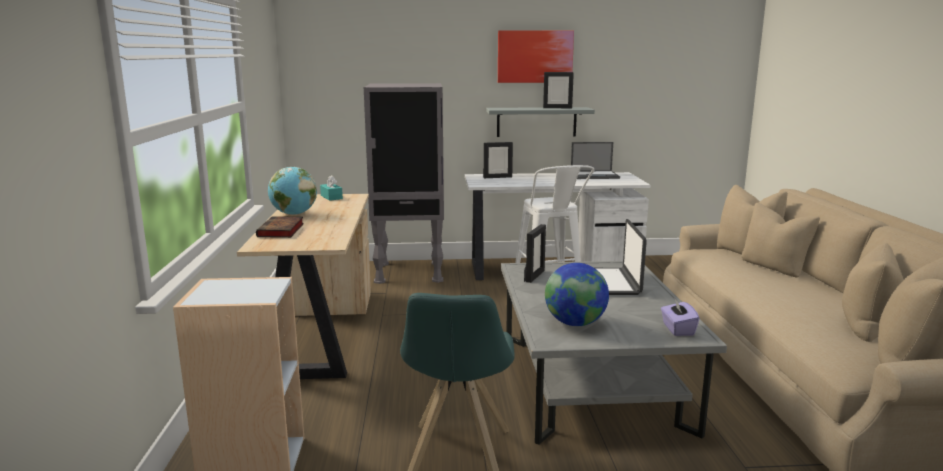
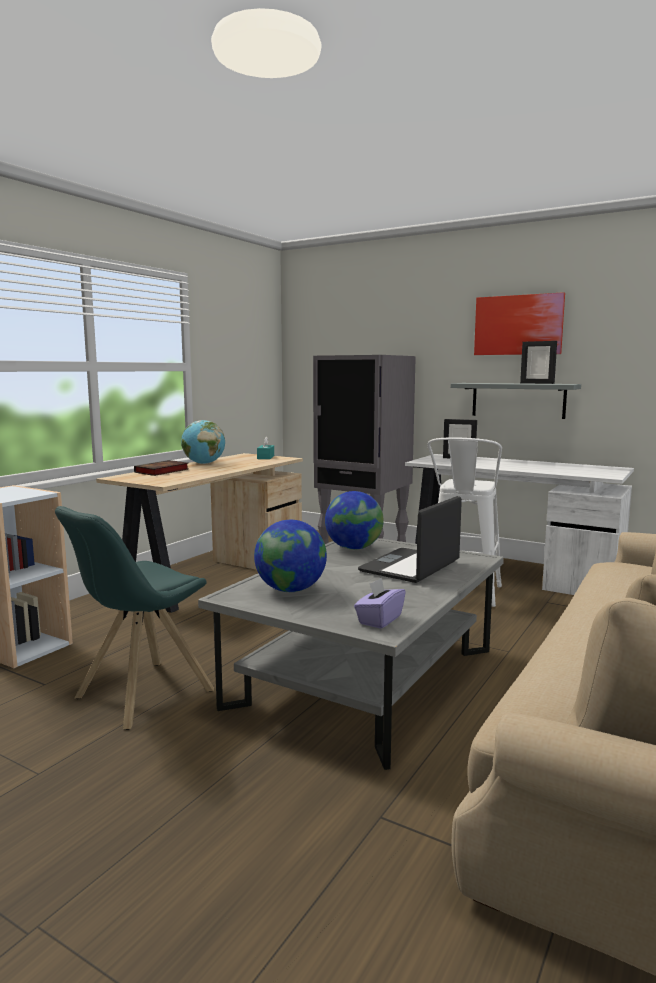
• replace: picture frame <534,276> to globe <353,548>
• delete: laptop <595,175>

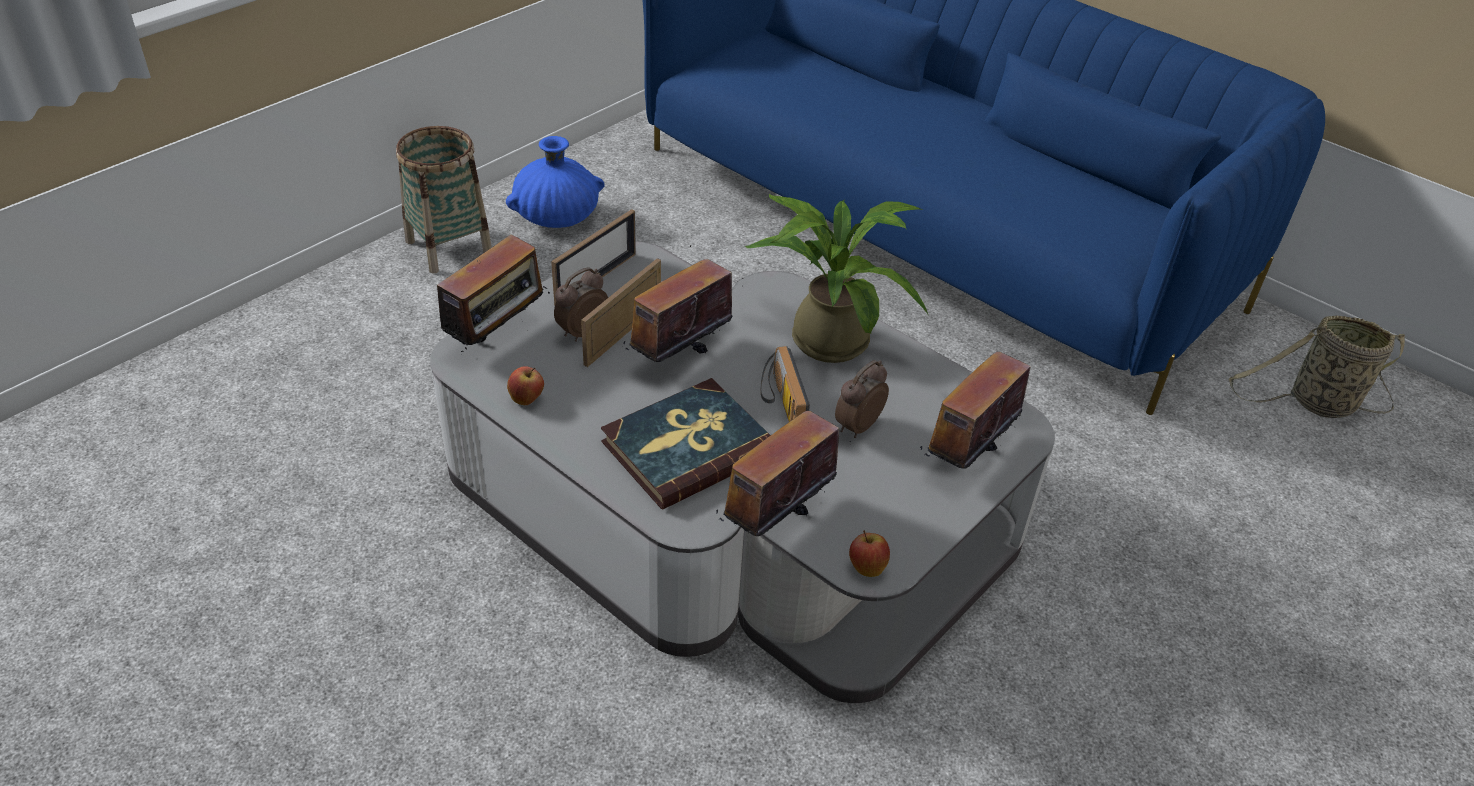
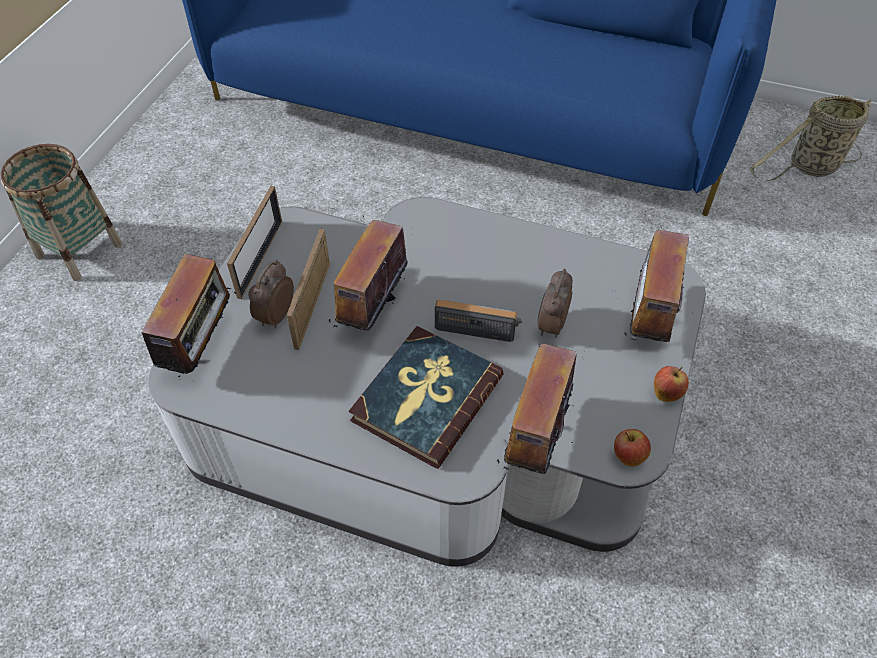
• rotate: radio <779,403> = <478,326> 135 degrees clockwise
• move: apple <527,399> to <666,393>
• delete: blue vase <557,217>
• delete: potted plant <825,335>

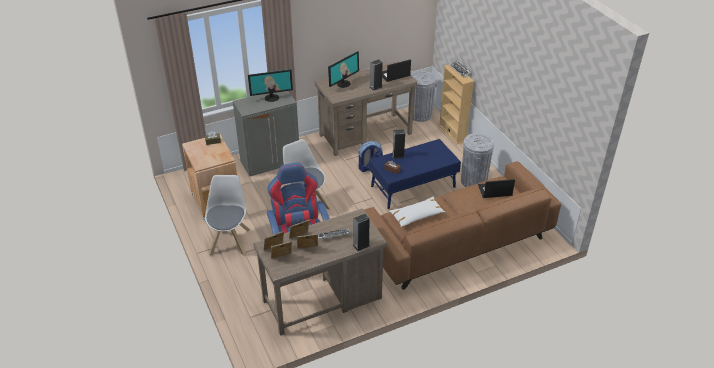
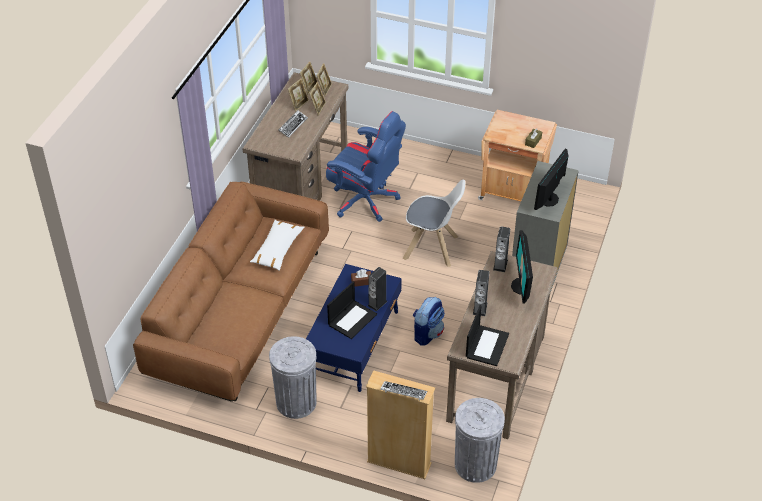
• move: laptop <494,191> to <352,319>
• move: speaker <361,245> to <500,265>
• delete: chair <230,240>

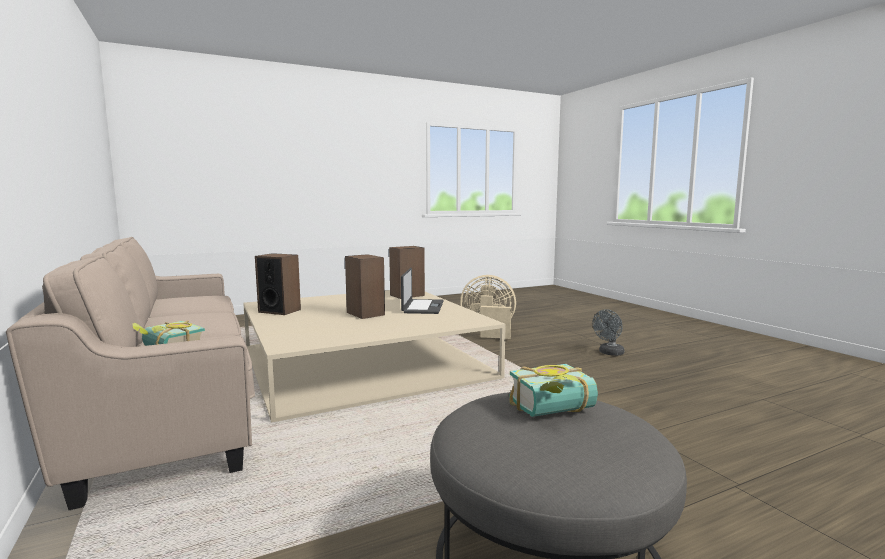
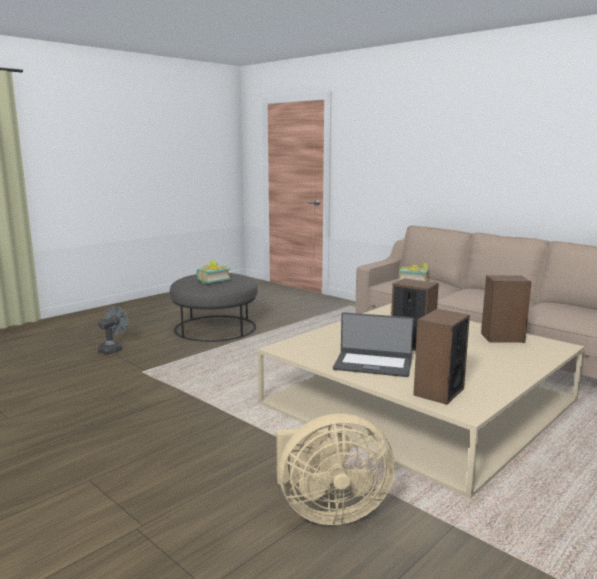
• move: grey fan <609,353> to <113,349>
• rotate: laptop <422,307> = <373,364> 60 degrees counterclockwise

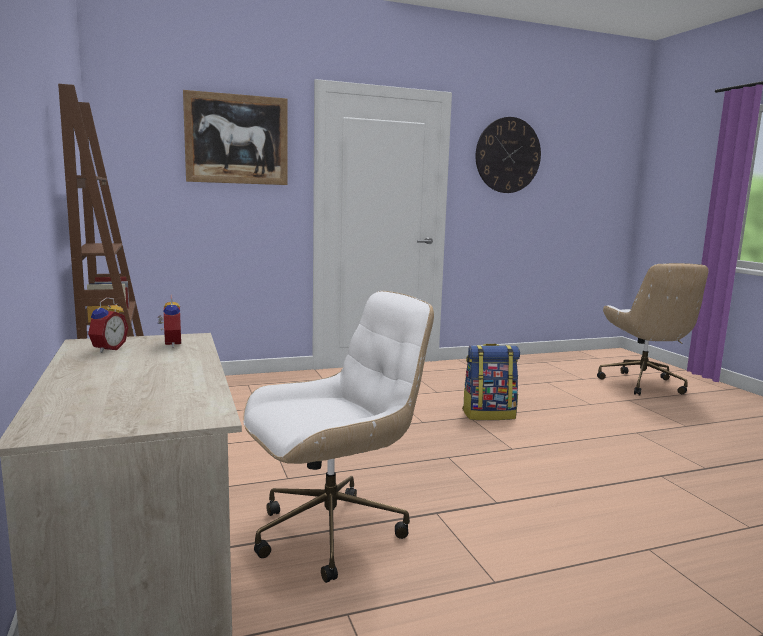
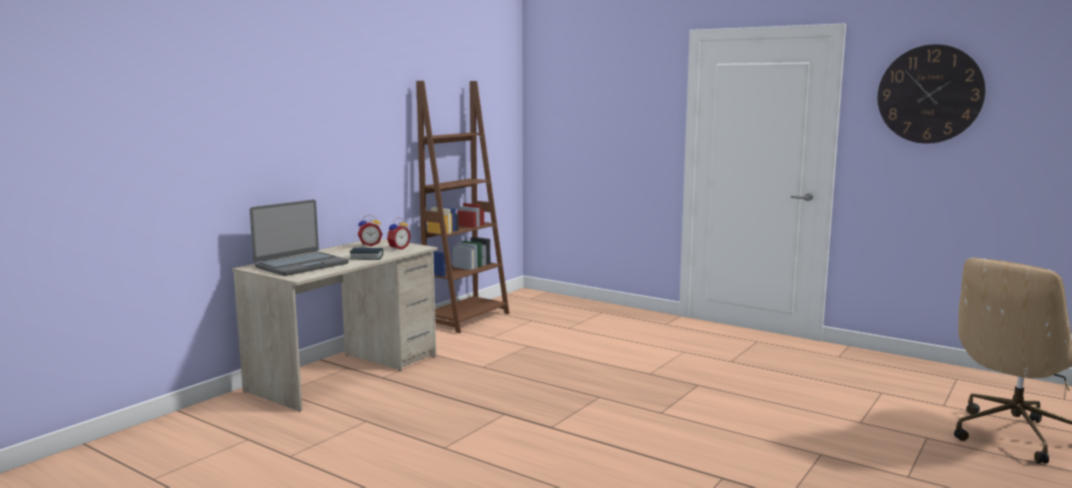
• insert: laptop <301,265>
• insert: book <366,257>
• delete: picture <237,139>
• delete: white office chair <334,532>
• delete: backpack <489,414>

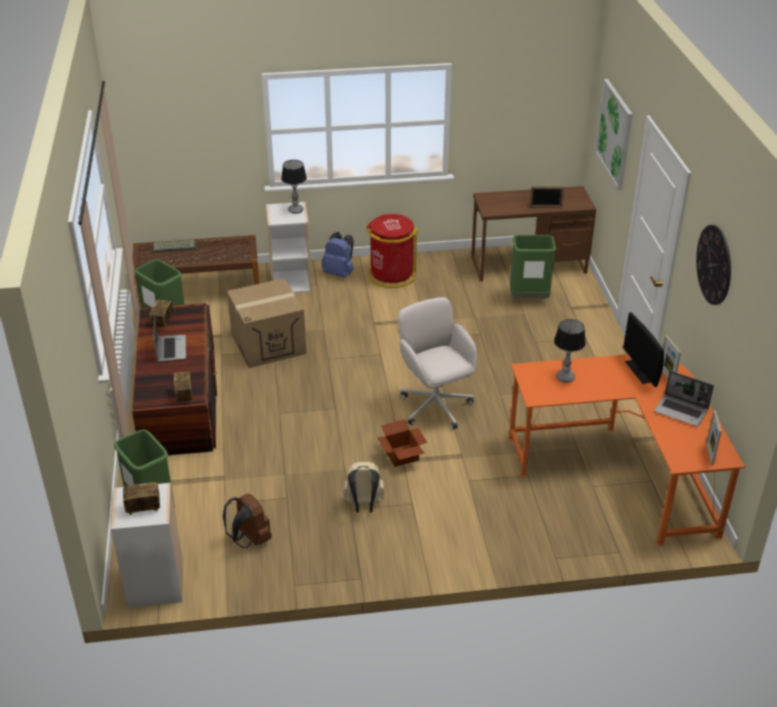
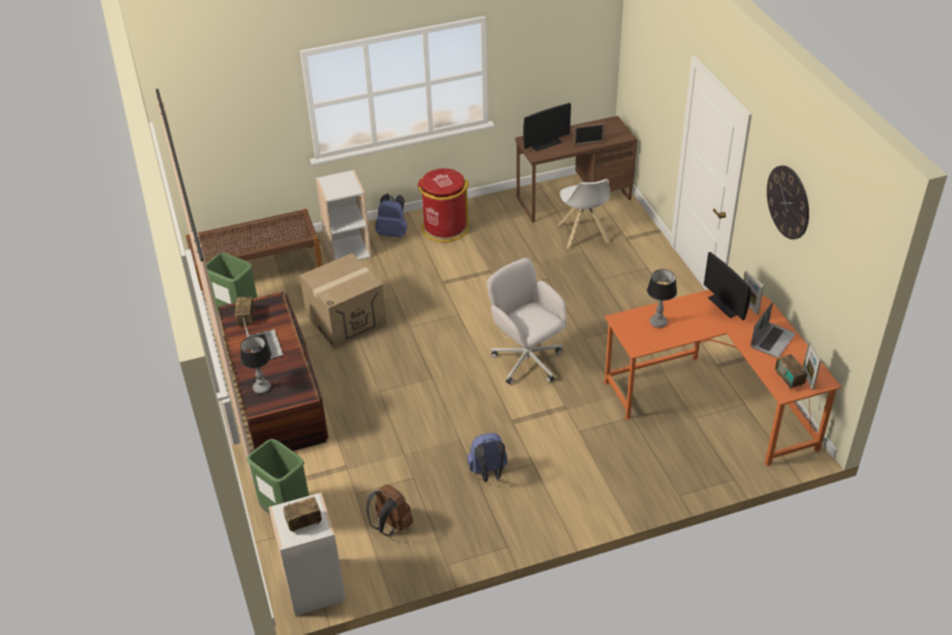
• move: table lamp <296,210> to <262,388>
• recolor: beige backpack <364,505> to blue backpack <488,473>
• insert: monitor <545,143>
• replace: green trash can <528,299> to white chair <583,235>
• rotate: laptop <681,411> = <772,340> 75 degrees counterclockwise
• move: radio <184,395> to <789,379>
• delete: keyboard <175,246>
• delete: cardboard box <401,456>
• delete: picture <614,134>

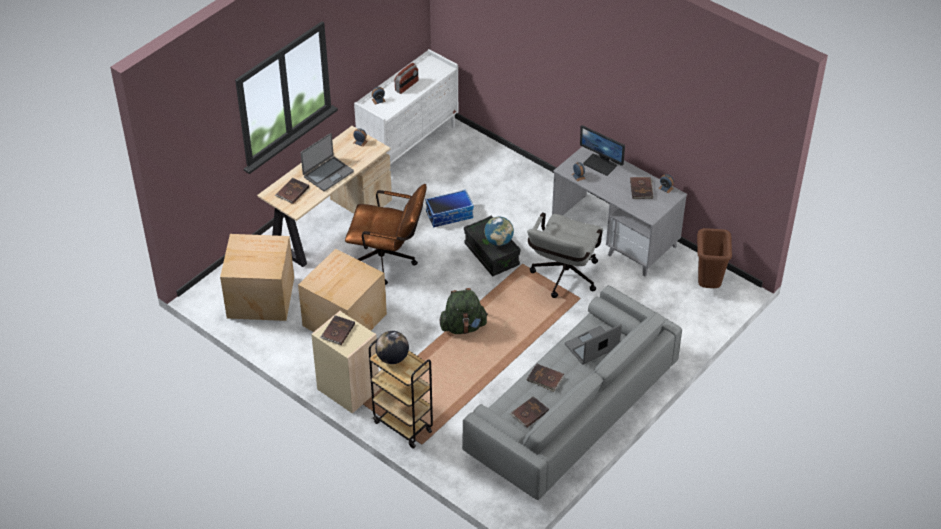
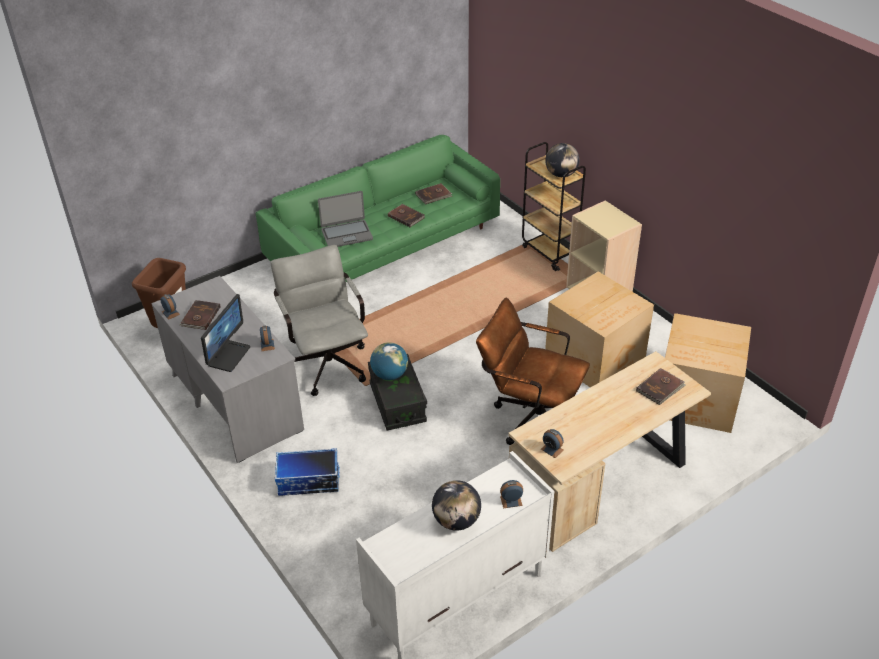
• rotate: monitor <600,164> = <228,355> 60 degrees clockwise
• recolor: grey sofa <571,411> to green sofa <383,244>
• rotate: grey office chair <563,279> = <326,361> 60 degrees counterclockwise
• move: storage box <449,215> to <308,482>
• replace: radio <407,86> to globe <456,521>
• delete: laptop <328,174>
• delete: brown book <337,331>
• delete: green backpack <463,326>

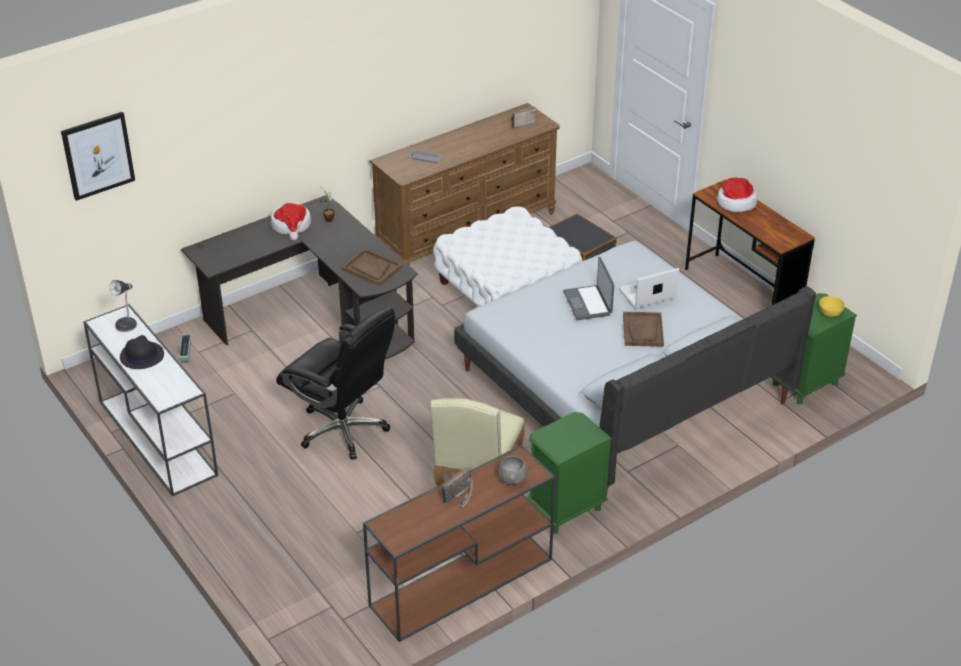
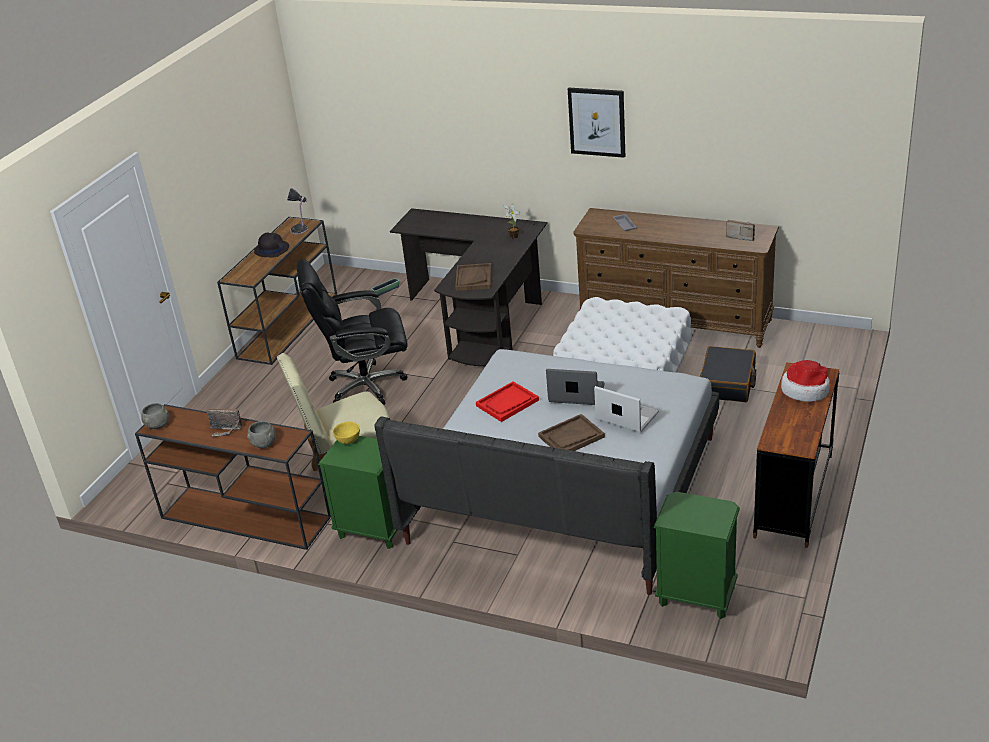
• insert: grey bowl <157,426>
• recolor: white console table <156,437> to brown console table <288,325>
• rotate: black office chair <341,428> = <368,386> 75 degrees clockwise
• move: yellow bowl <830,314> to <348,441>
• insert: red tray <507,403>
• rotate: laptop <588,303> = <576,394> 60 degrees clockwise
• move: picture <98,155> to <597,122>
• delete: hat <291,226>

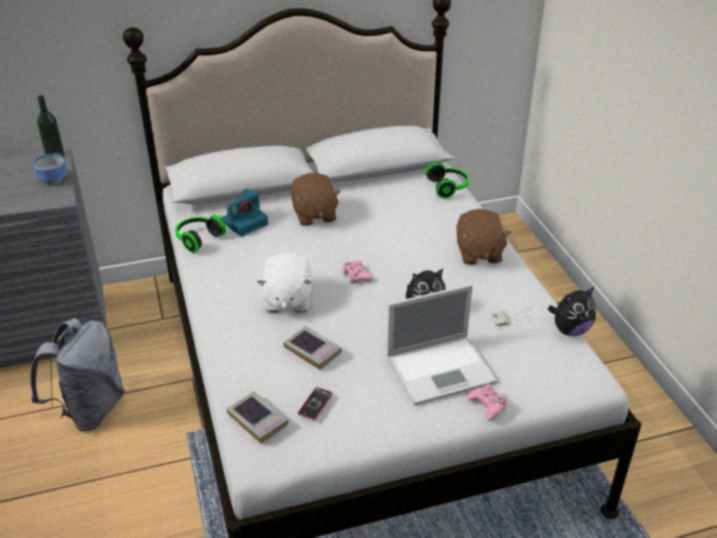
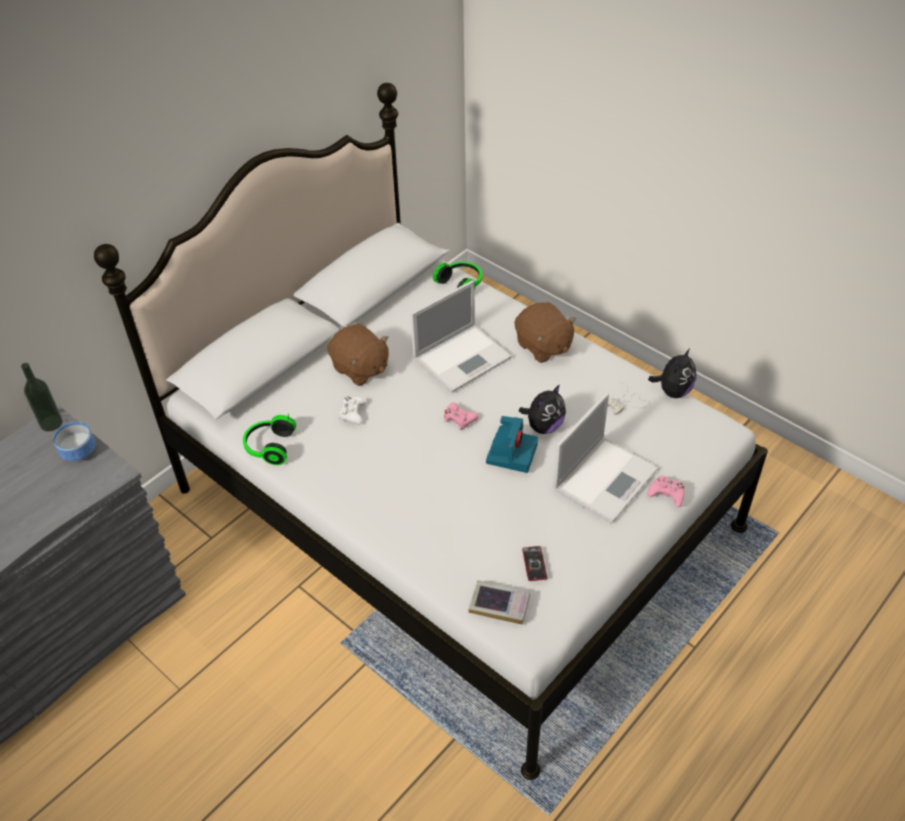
• insert: white game controller <353,413>
• insert: laptop <463,357>
• move: photo camera <245,222> to <511,453>
• delete: grey backpack <90,410>
• delete: white plush toy <287,300>
• delete: book <312,350>

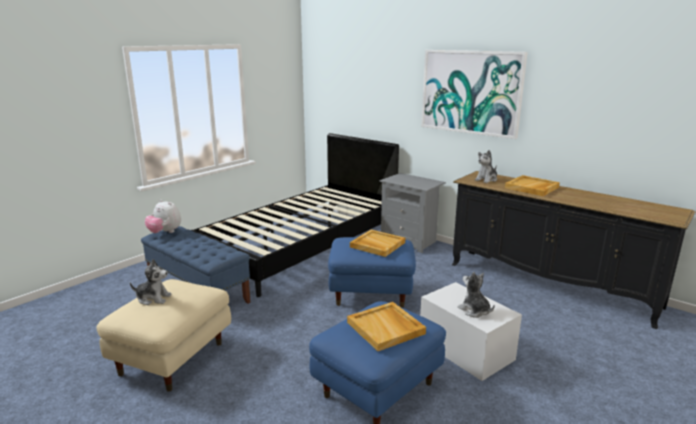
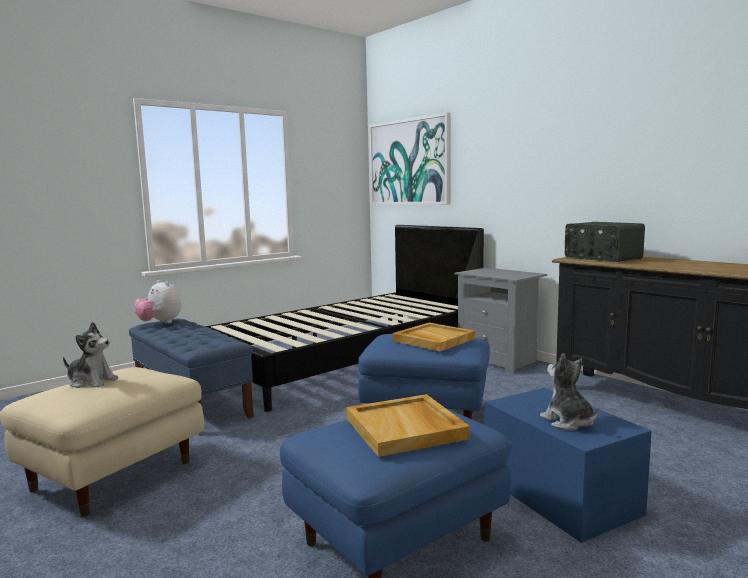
• move: picture <471,92> to <409,162>
• recolor: white storage box <466,349> to blue storage box <559,494>
• replace: plush toy <486,179> to radio <602,258>
• delete: beige tray <532,188>

